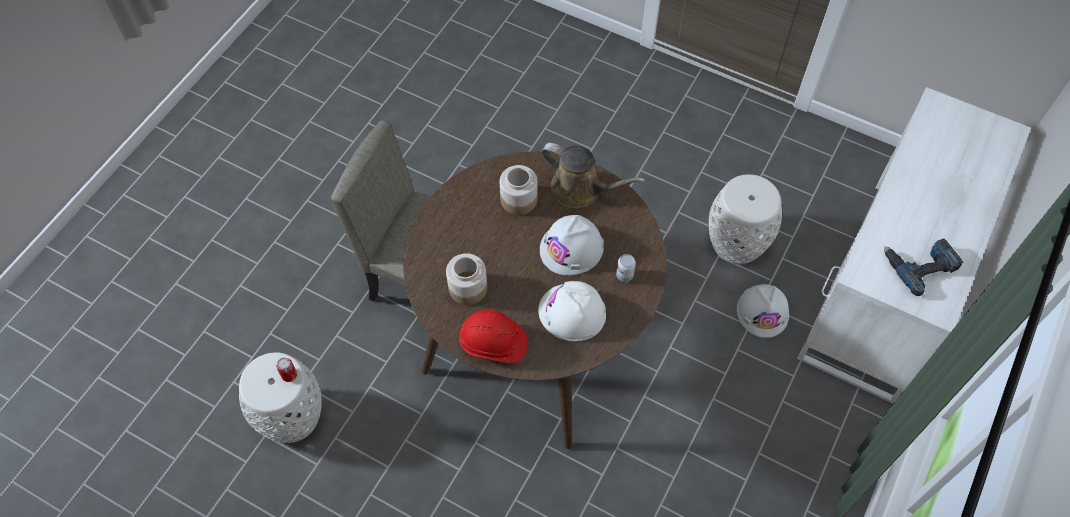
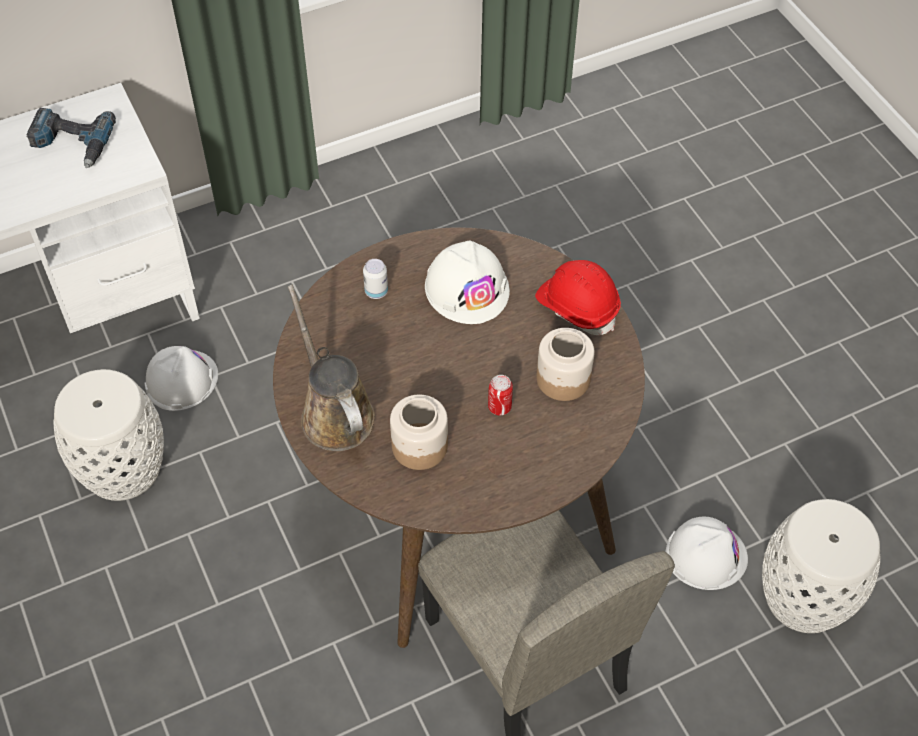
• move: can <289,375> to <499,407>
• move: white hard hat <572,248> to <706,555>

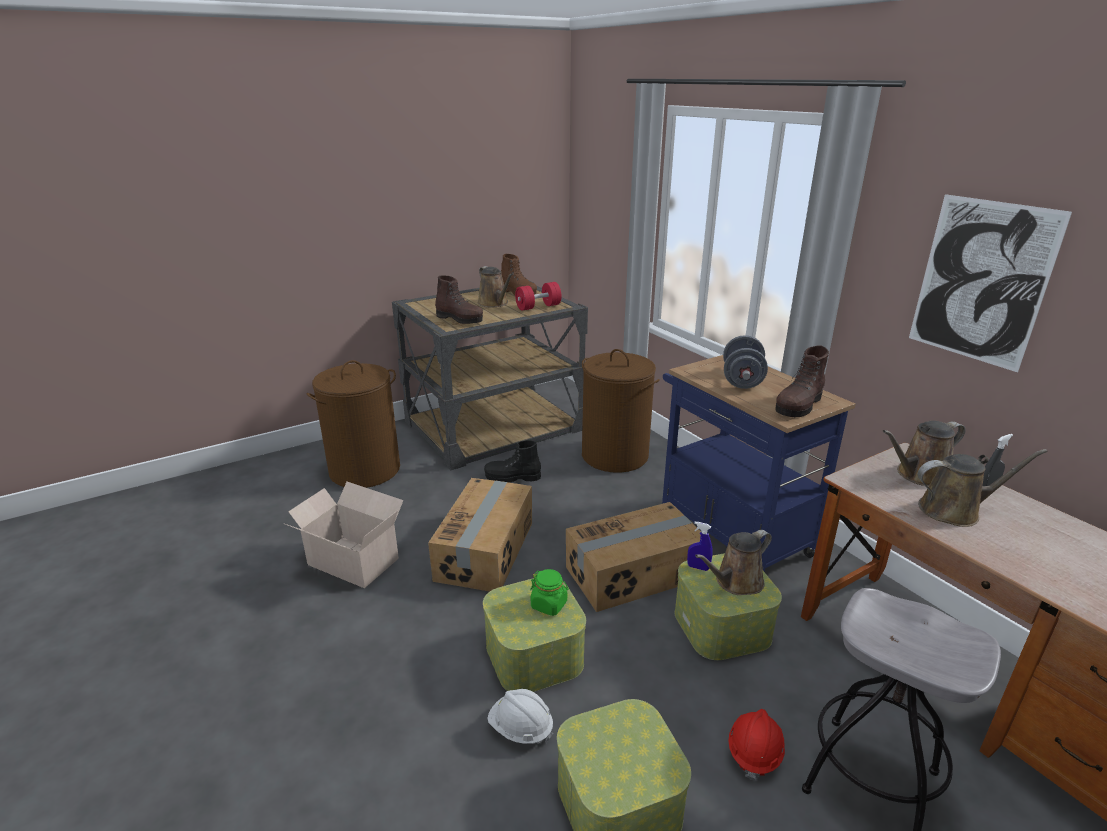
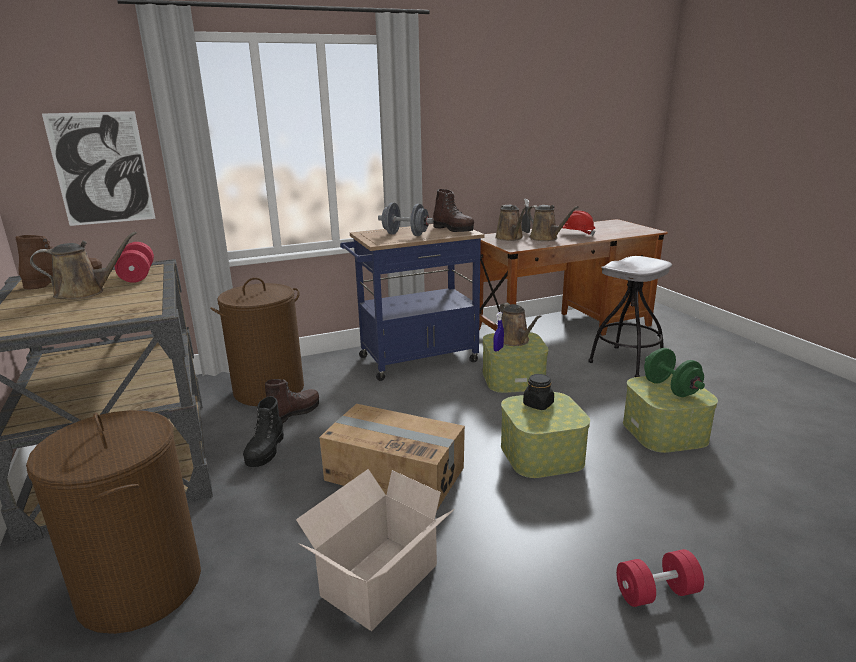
• move: picture <981,282> to <101,169>
• move: brown boot <460,319> to <293,413>
• recolor: green jar <549,605> to black jar <538,404>
• rotate: brown watering can <954,510> = <545,238> 135 degrees clockwise
• move: red hard hat <754,752> to <576,234>
• insert: red dumbbell <656,593>
• insert: green dumbbell <670,389>
• delete: white hard hat <520,728>
• delete: cardboard box <634,573>

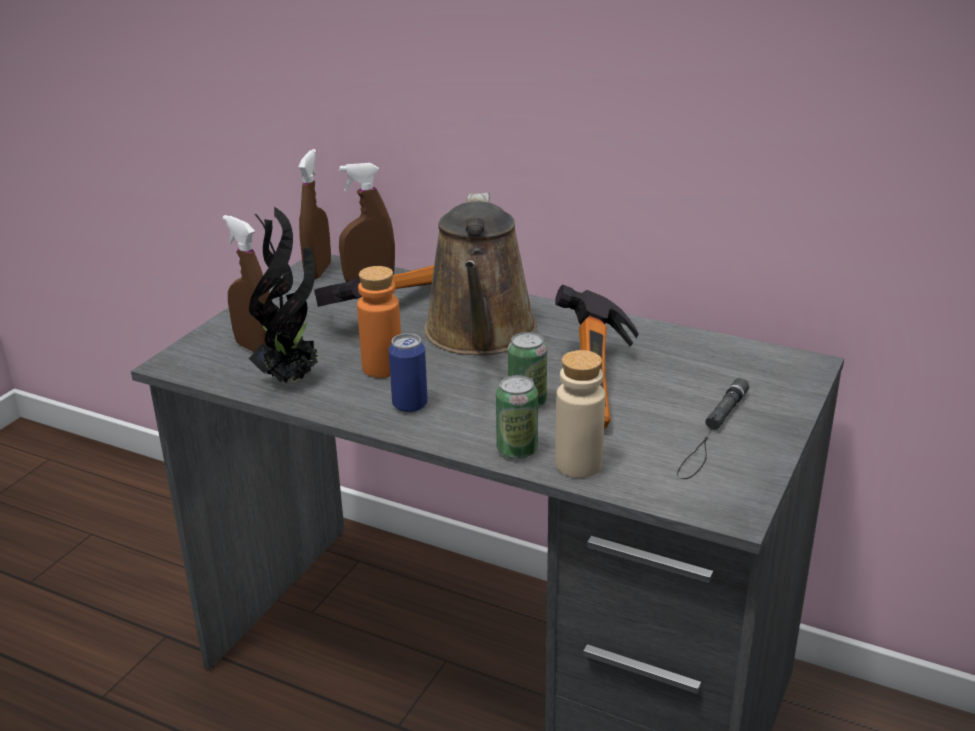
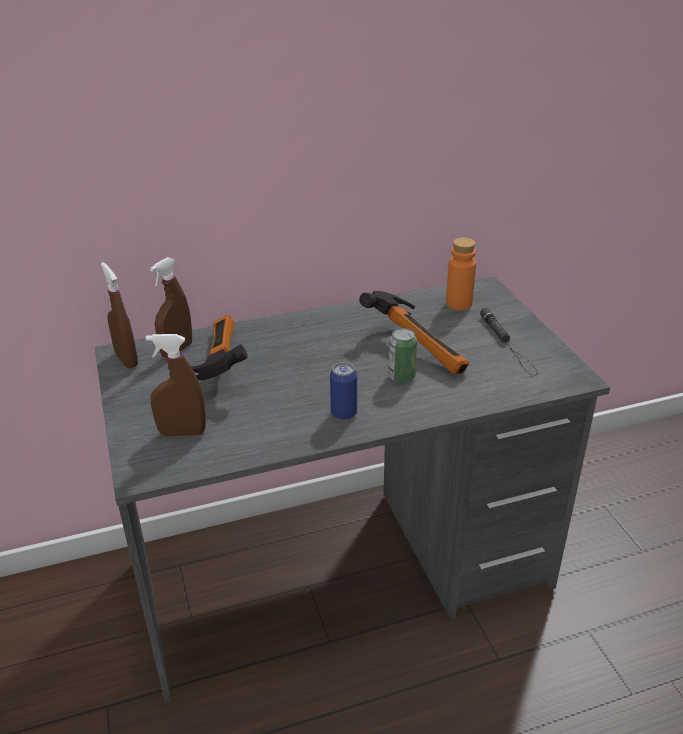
• move: orange bottle <382,368> to <458,303>
• delete: potted plant <292,379>
• delete: brown watering can <480,335>
• delete: can <517,450>
• delete: beige bottle <578,464>

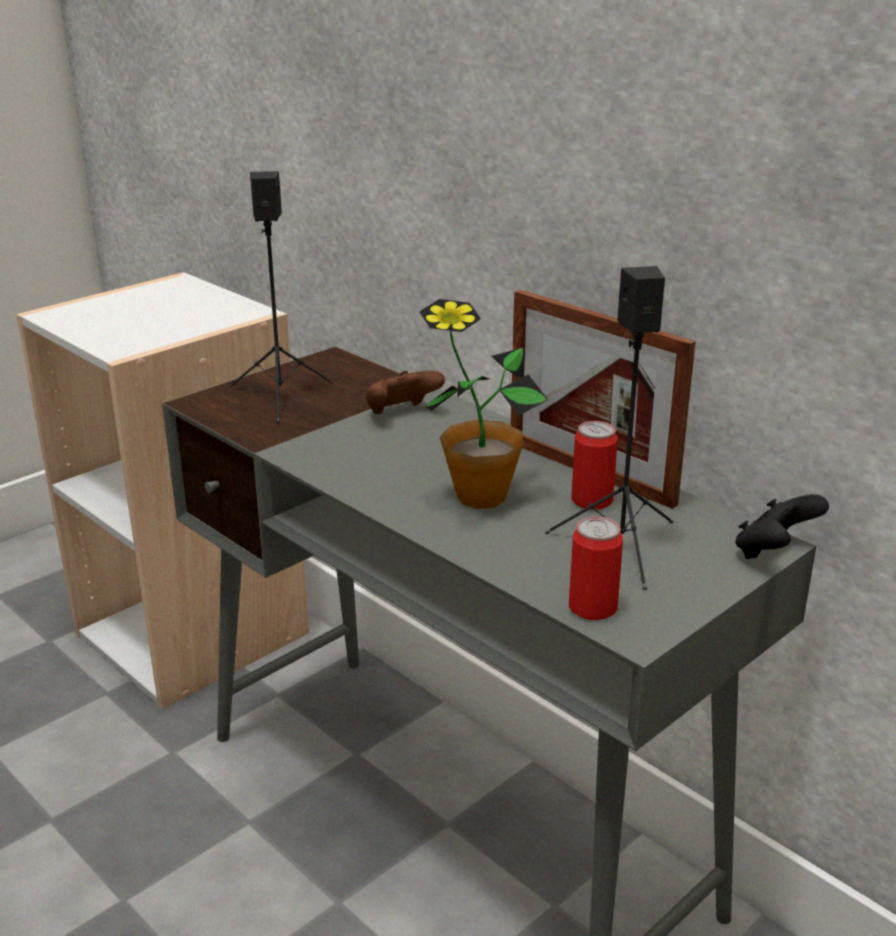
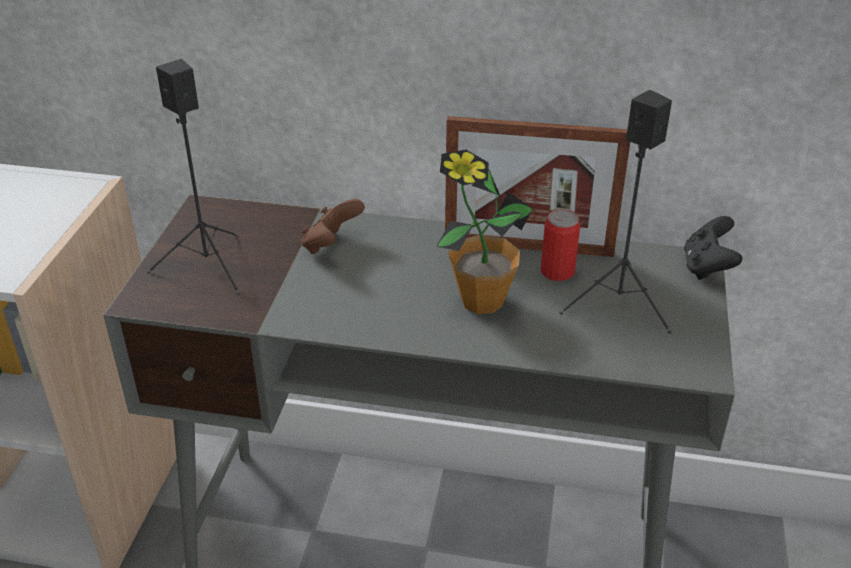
• delete: can <592,607>

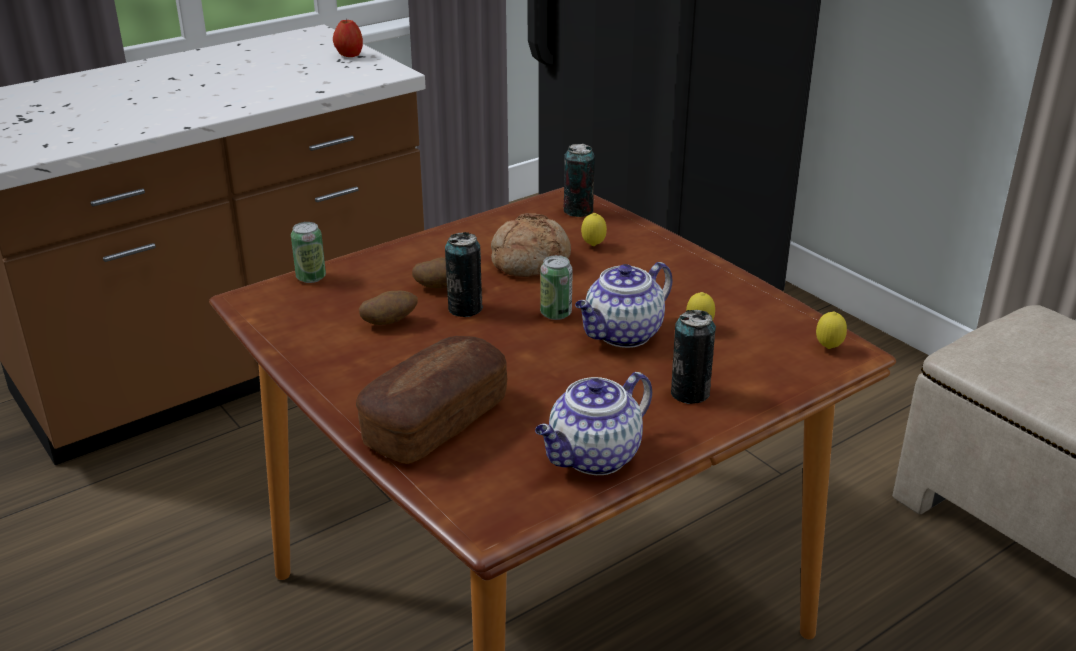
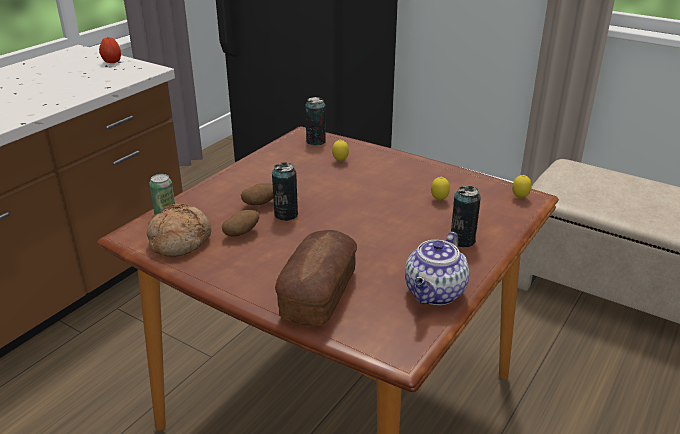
• move: bread <529,260> to <179,240>
• delete: can <556,314>
• delete: teapot <622,335>

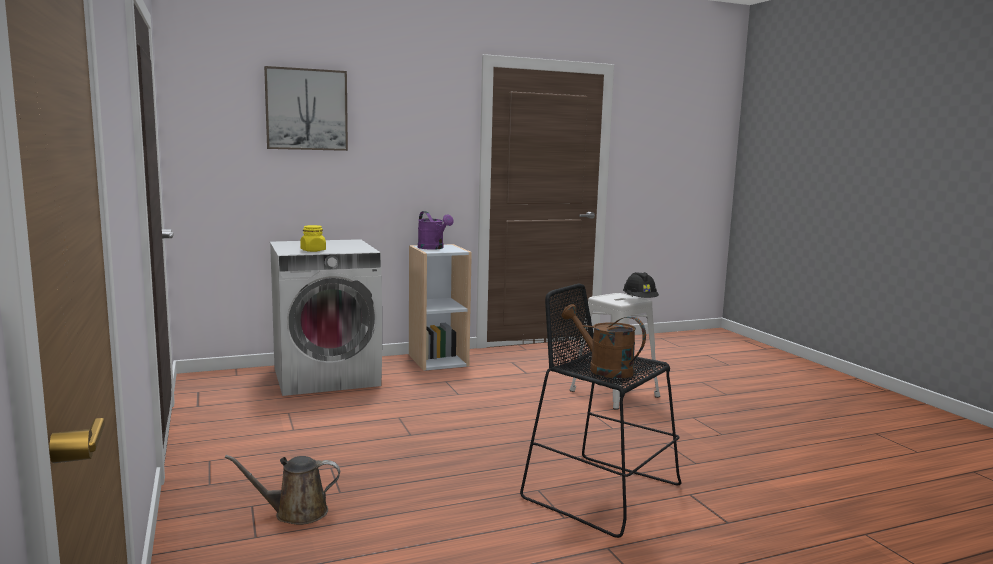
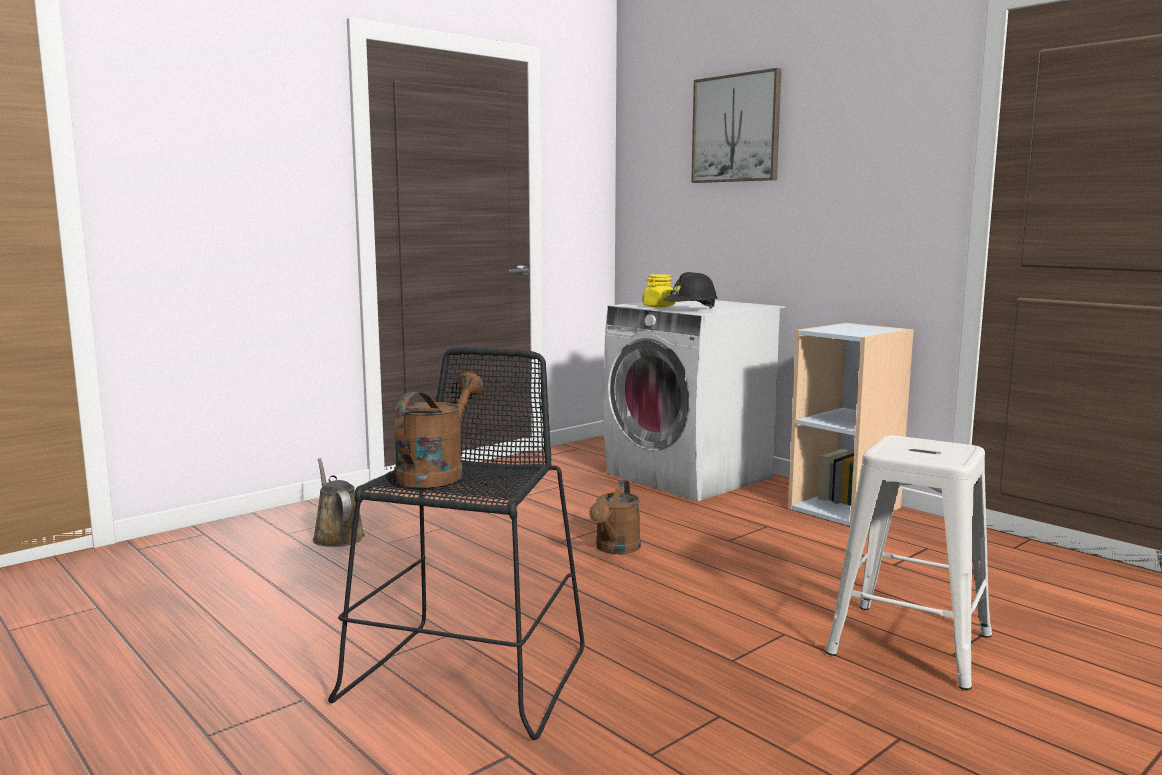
• insert: brown watering can <615,549>
• move: black hard hat <640,300> to <691,310>
• delete: purple watering can <433,248>

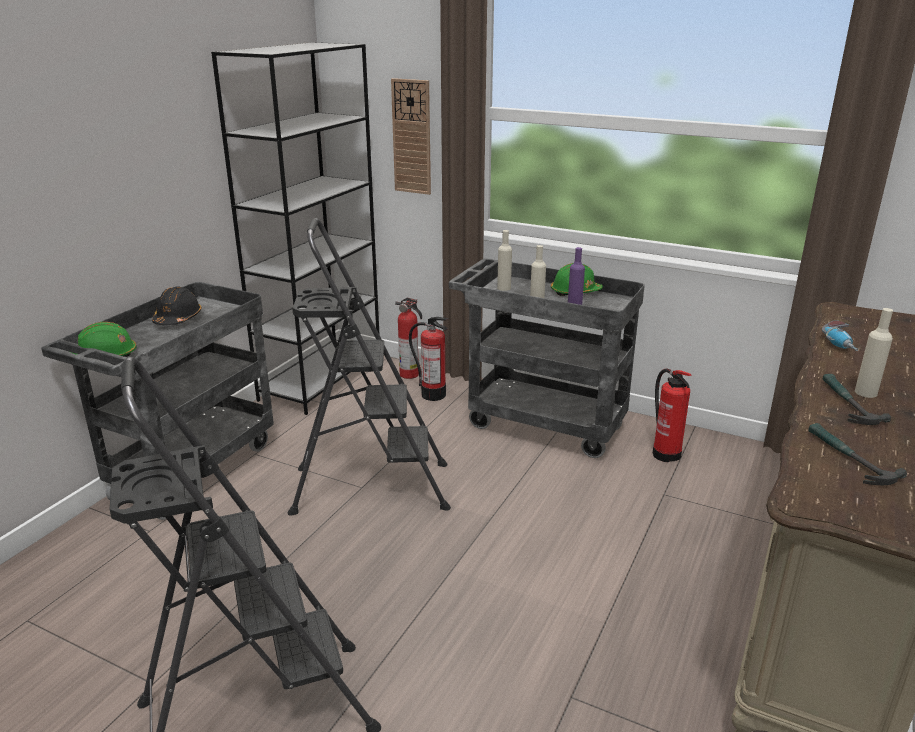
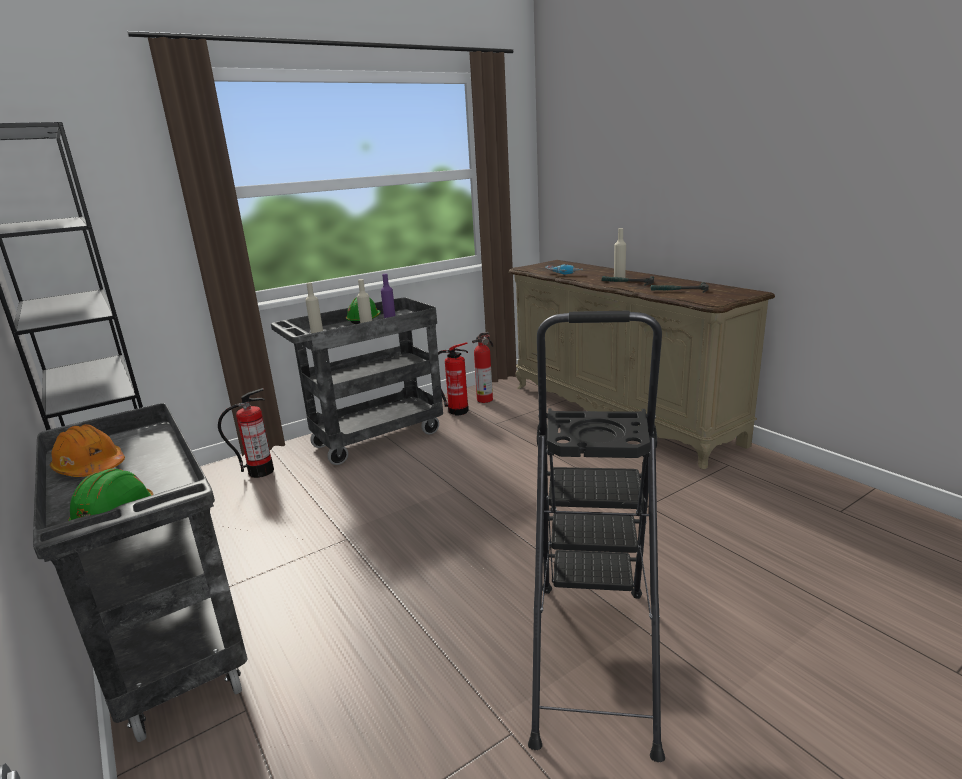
• recolor: black hard hat <178,319> to orange hard hat <91,467>
• move: fire extinguisher <410,374> to <486,399>
• delete: step ladder <368,487>
• delete: wall clock <412,137>

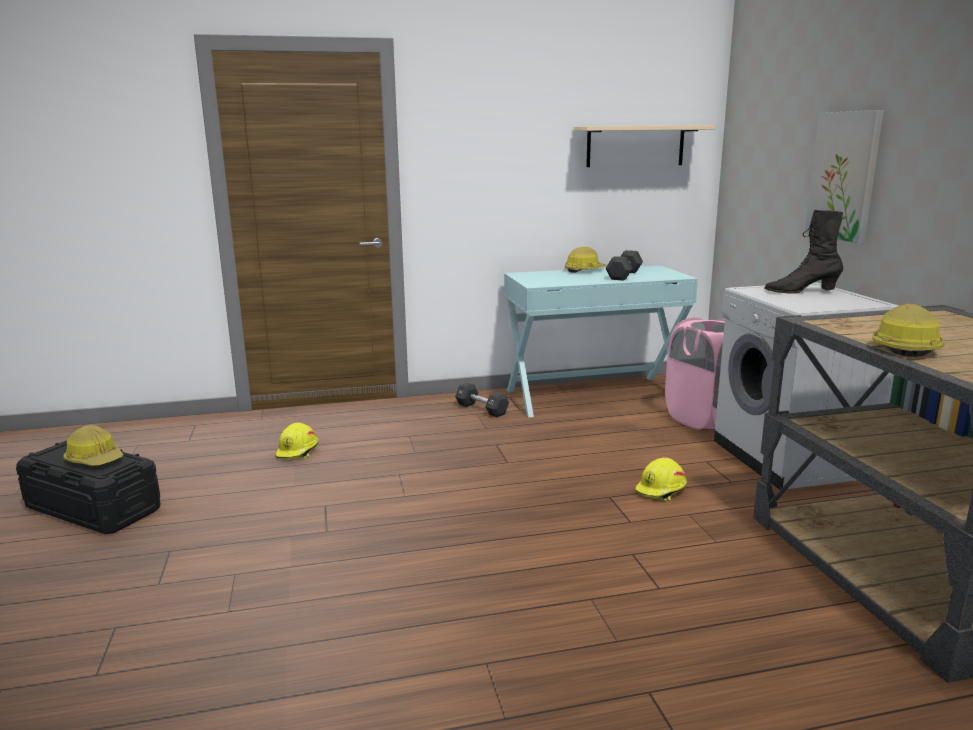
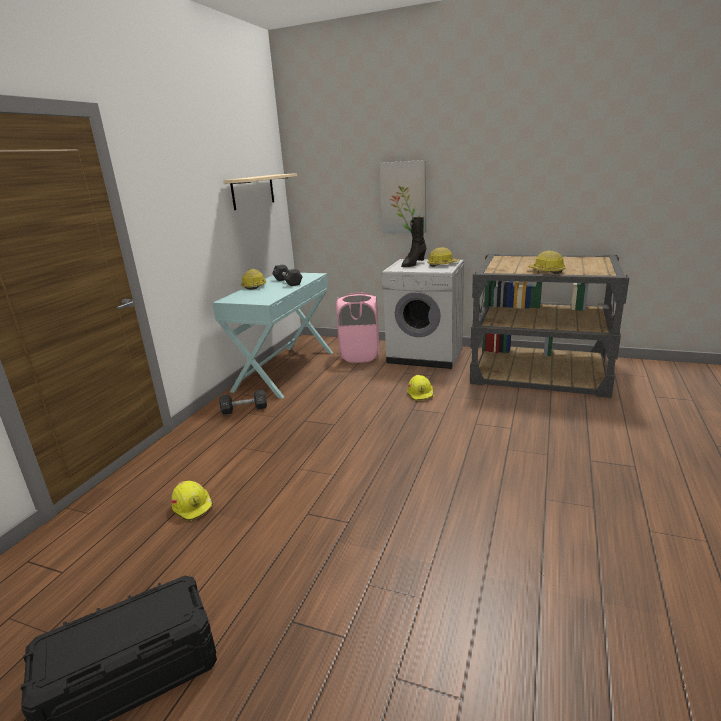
• move: hard hat <95,459> to <442,264>

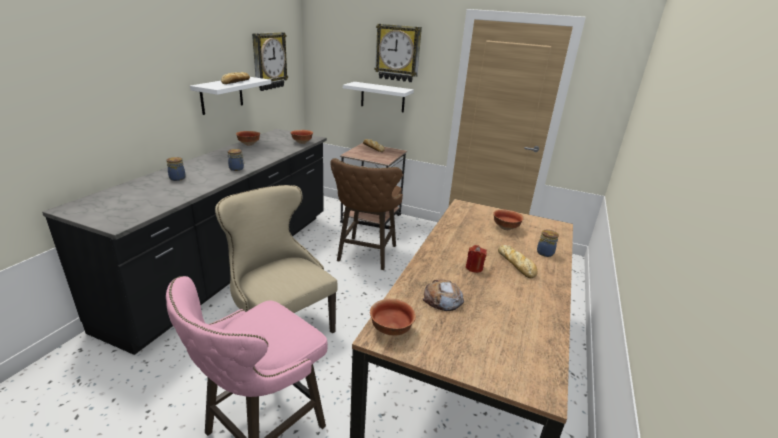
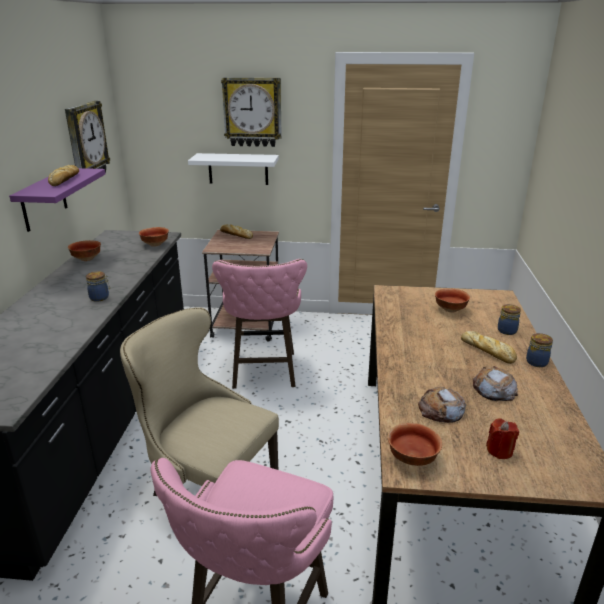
• recolor: white shelf <222,95> to purple shelf <44,200>
• recolor: brown stool <366,254> to pink stool <264,372>
• insert: bread <494,389>
• move: red candle <474,268> to <499,450>
• move: jar <178,178> to <536,361>

